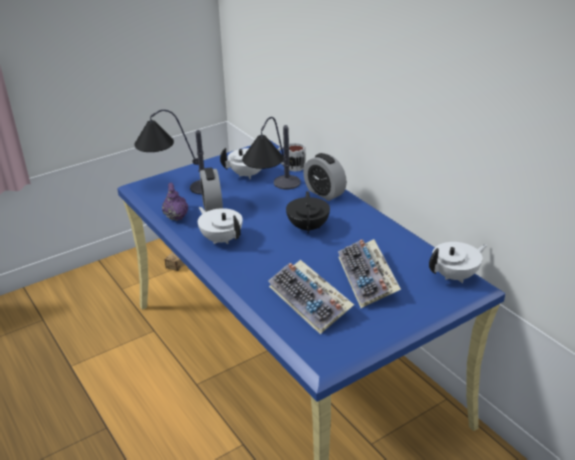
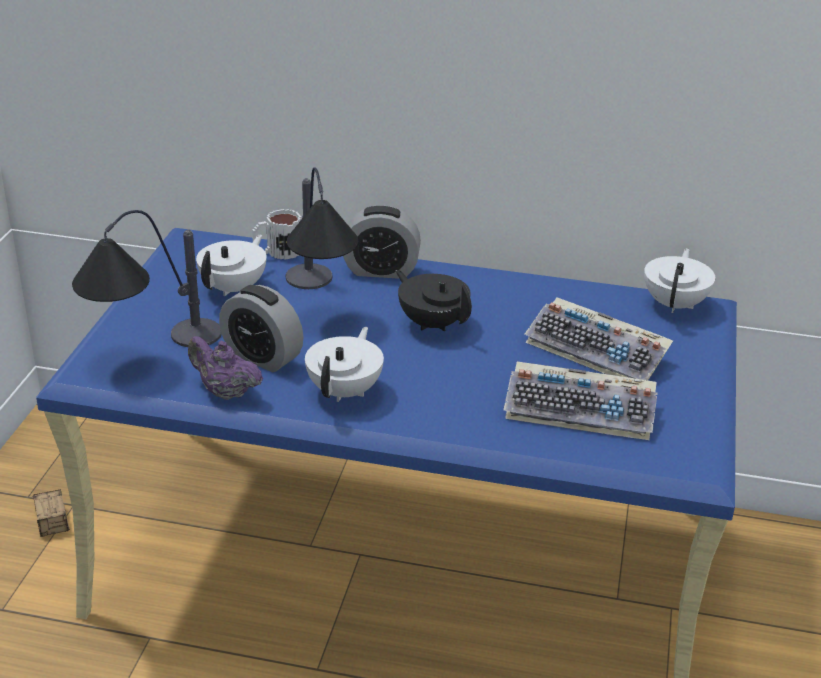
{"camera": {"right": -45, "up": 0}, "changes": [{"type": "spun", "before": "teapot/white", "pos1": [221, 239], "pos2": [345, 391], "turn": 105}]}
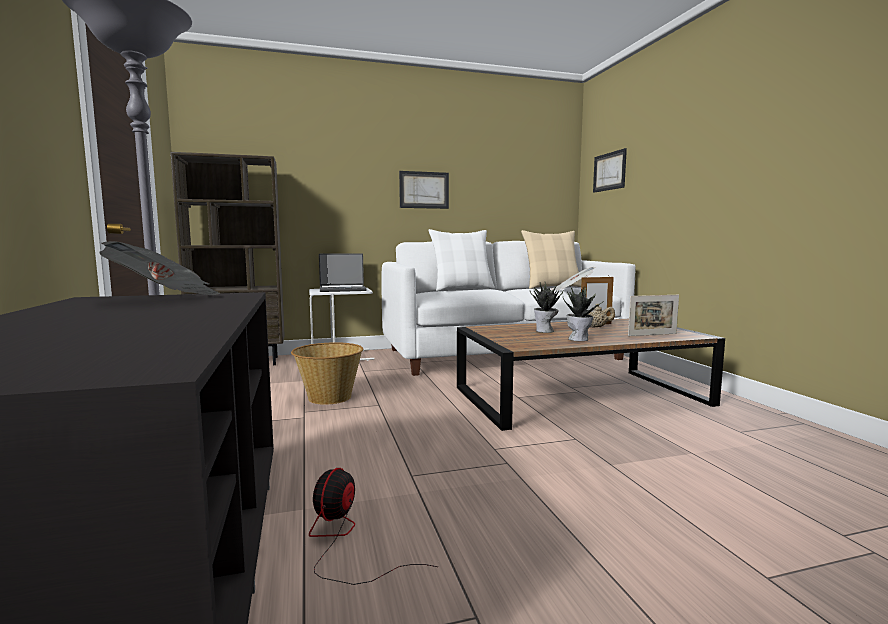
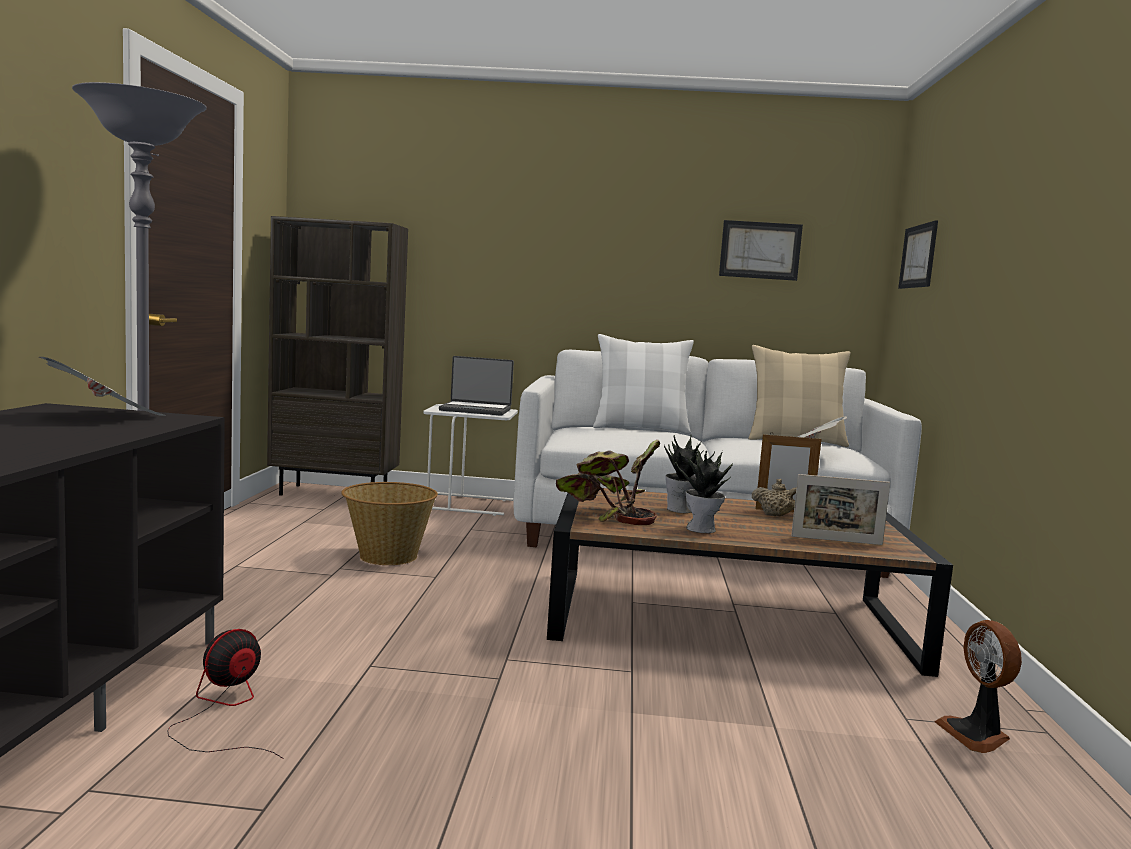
{"camera": {"right": 20, "up": 0}, "changes": [{"type": "relocated", "before": "picture", "pos1": [424, 190], "pos2": [760, 250]}, {"type": "appeared", "after": "potted plant", "pos2": [608, 515]}, {"type": "appeared", "after": "fan", "pos2": [976, 735]}]}
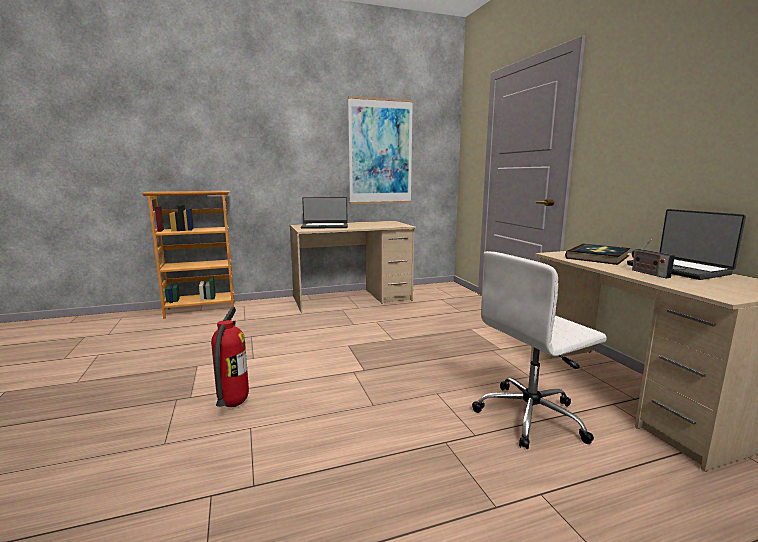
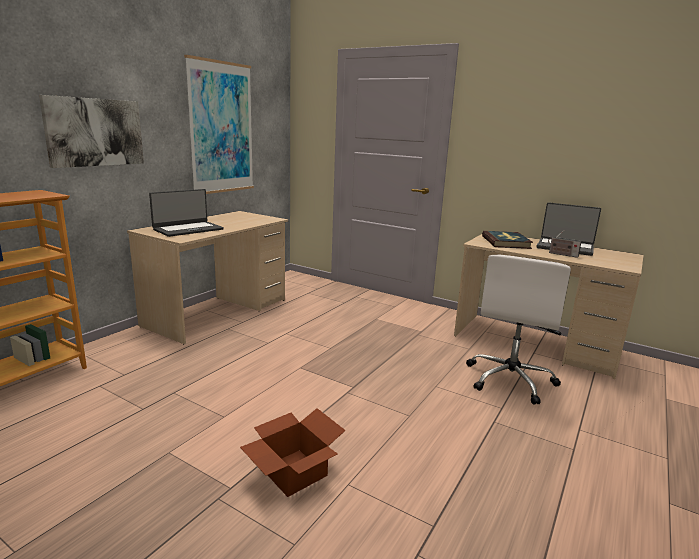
{"camera": {"right": -40, "up": 5}, "changes": [{"type": "exchanged", "before": "fire extinguisher", "after": "cardboard box", "pos1": [233, 404], "pos2": [292, 472]}, {"type": "appeared", "after": "picture", "pos2": [95, 132]}]}
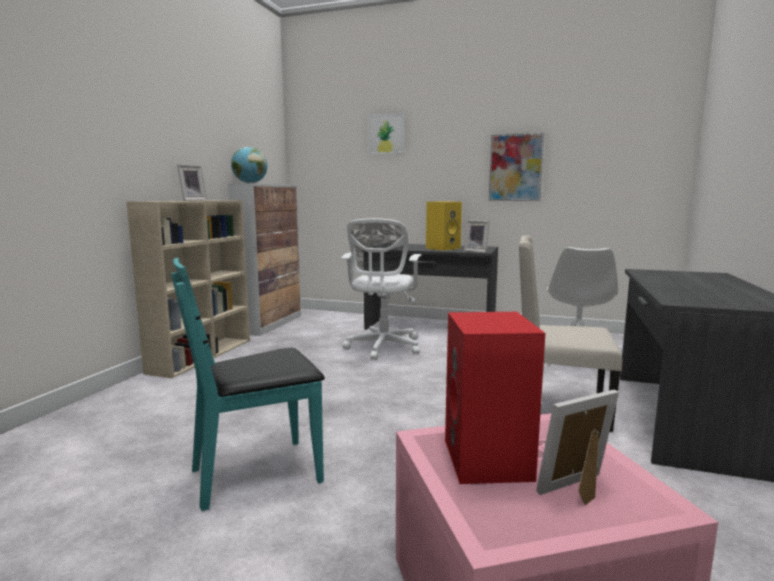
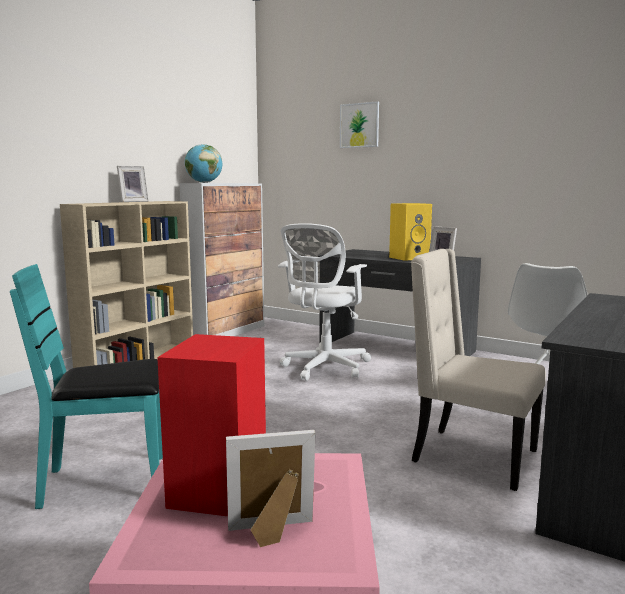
{"camera": {"right": 15, "up": 0}, "changes": [{"type": "missing", "before": "picture", "pos1": [515, 167]}]}
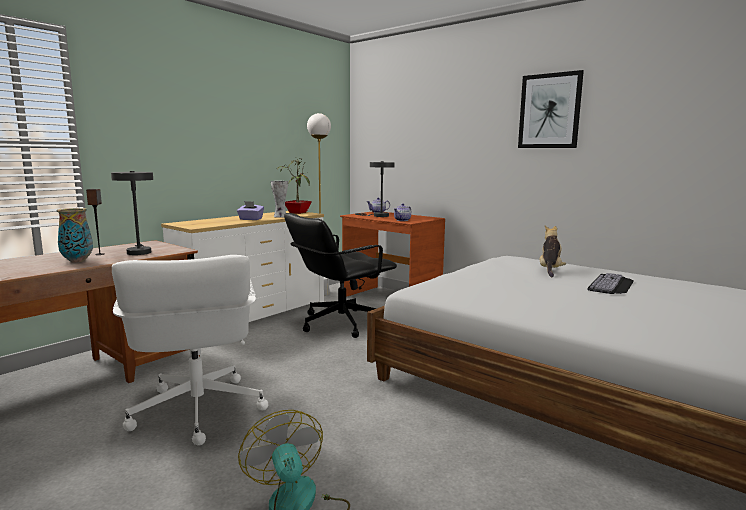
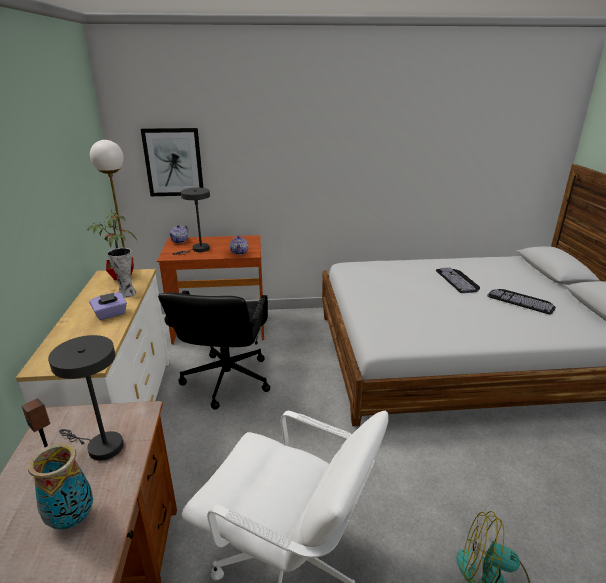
{"camera": {"right": -45, "up": 15}, "changes": [{"type": "relocated", "before": "picture", "pos1": [549, 111], "pos2": [173, 162]}, {"type": "missing", "before": "plush toy", "pos1": [550, 270]}, {"type": "appeared", "after": "keyboard", "pos2": [522, 300]}]}
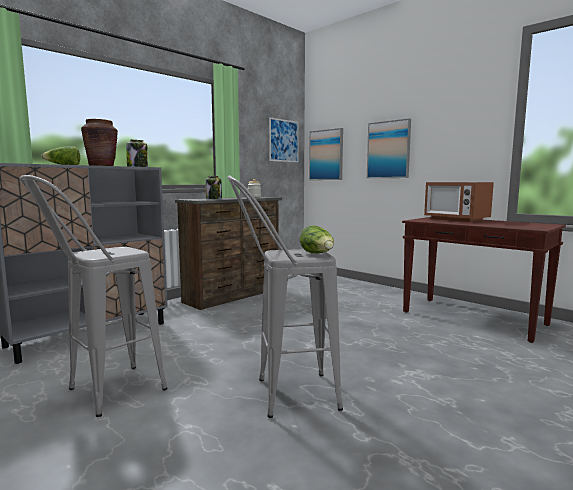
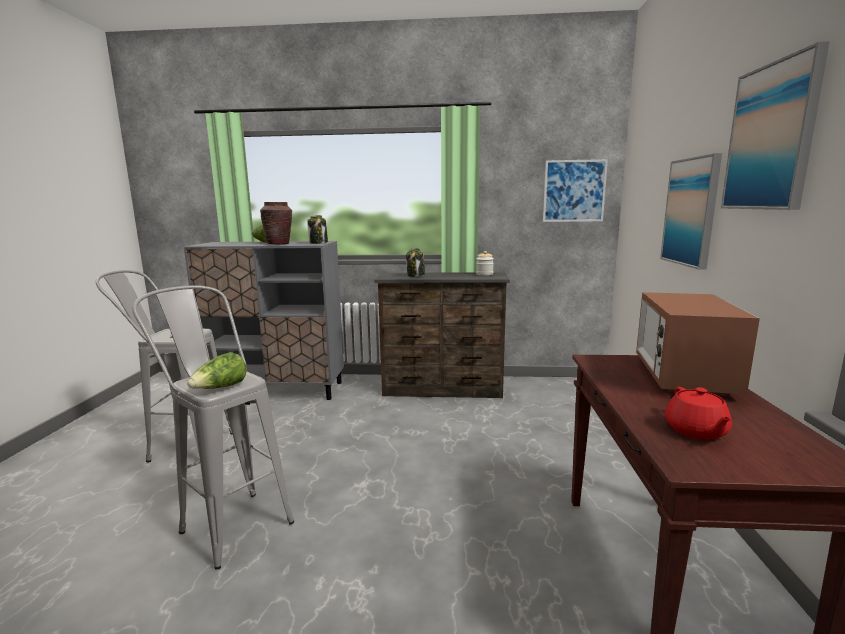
{"camera": {"right": 50, "up": 5}, "changes": [{"type": "relocated", "before": "picture", "pos1": [326, 155], "pos2": [771, 137]}, {"type": "appeared", "after": "teapot/red", "pos2": [696, 431]}]}
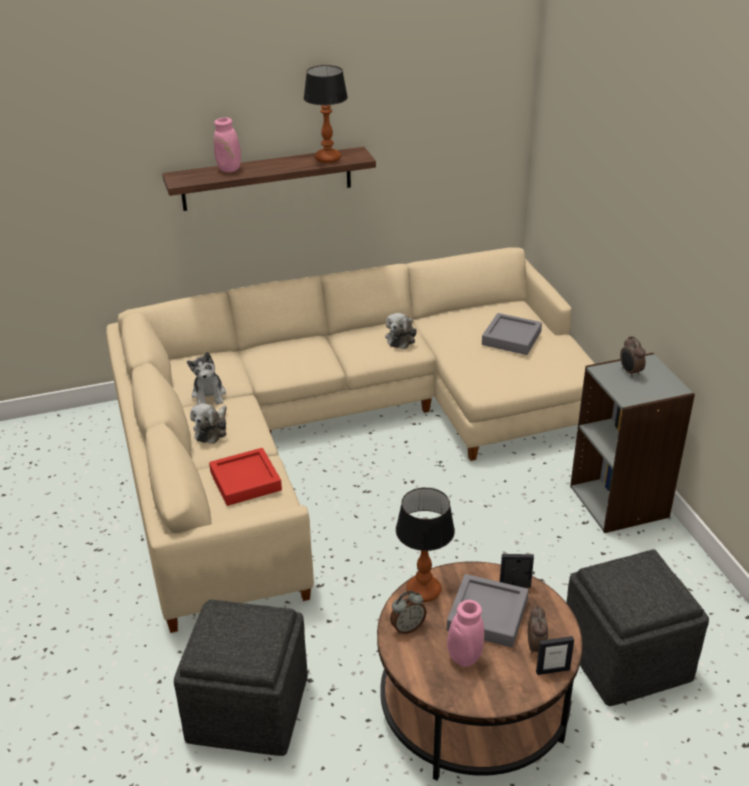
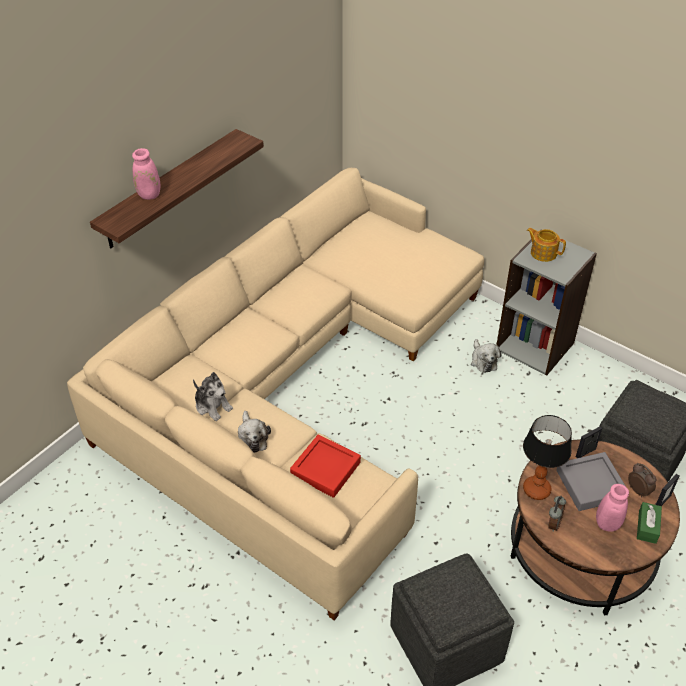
{"camera": {"right": -35, "up": 10}, "changes": [{"type": "missing", "before": "table lamp", "pos1": [328, 159]}, {"type": "relocated", "before": "plush toy", "pos1": [401, 338], "pos2": [483, 360]}, {"type": "missing", "before": "tray/grey", "pos1": [511, 338]}, {"type": "exchanged", "before": "alarm clock", "after": "teapot", "pos1": [630, 372], "pos2": [543, 253]}, {"type": "appeared", "after": "tissue box/green", "pos2": [647, 527]}]}
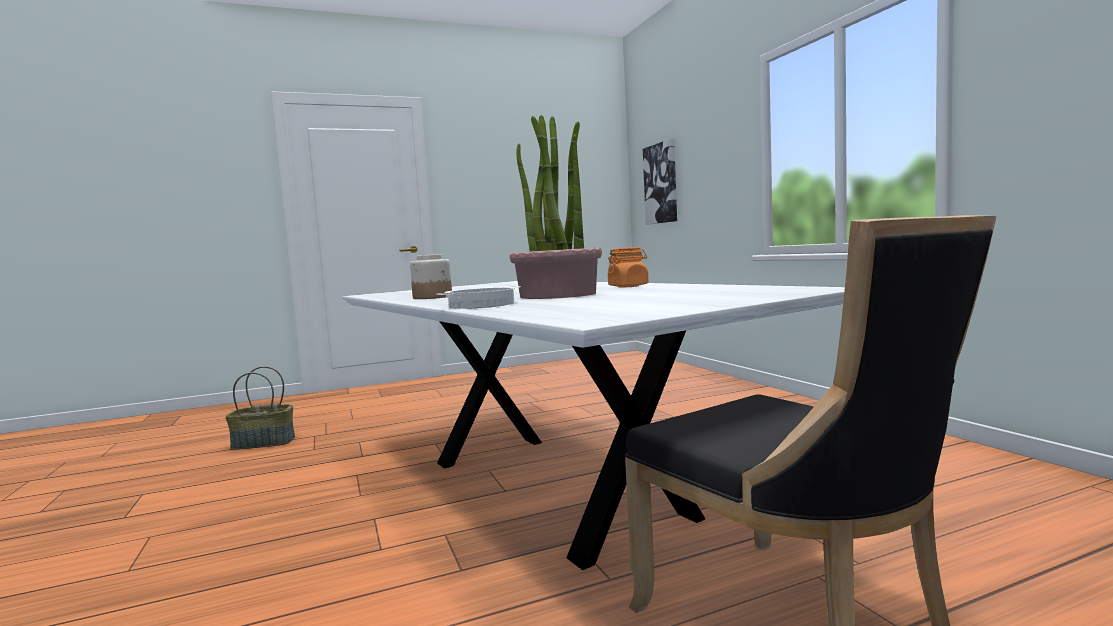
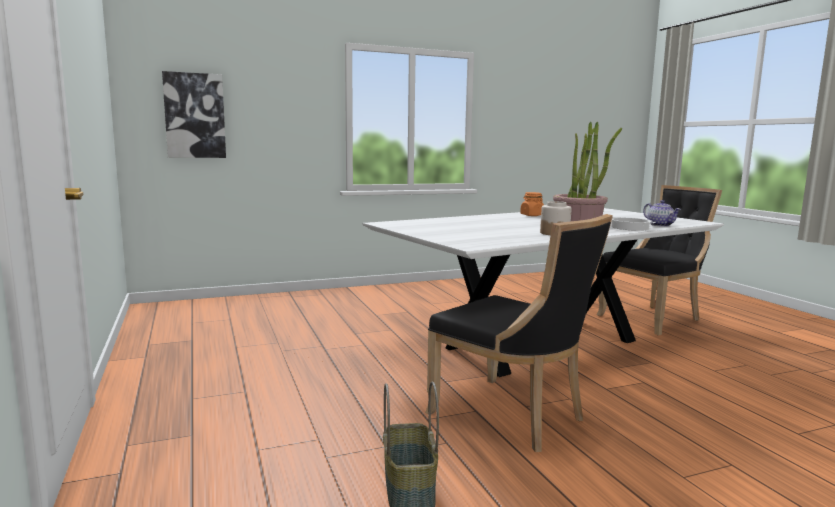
{"camera": {"right": -90, "up": 5}, "changes": [{"type": "appeared", "after": "chair/black", "pos2": [512, 416]}, {"type": "appeared", "after": "teapot", "pos2": [660, 225]}]}
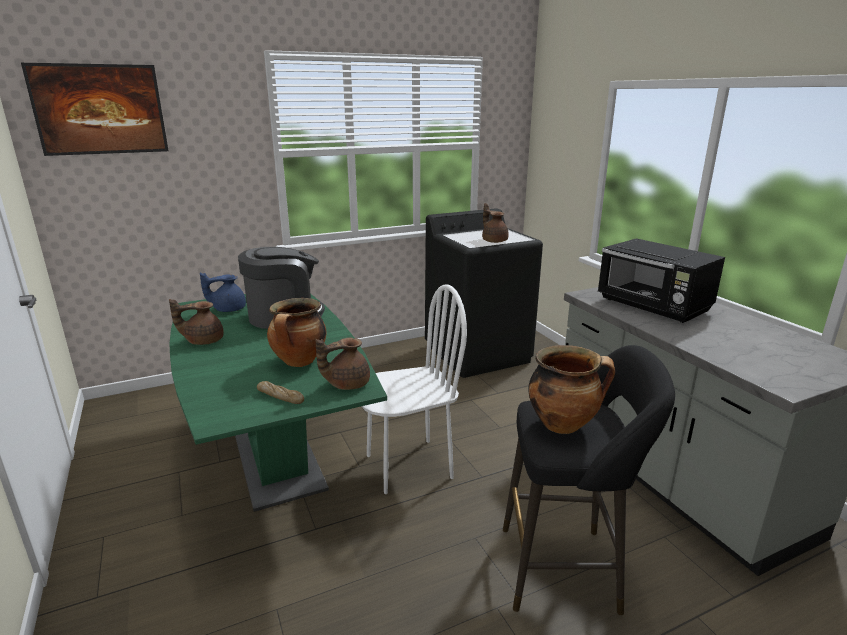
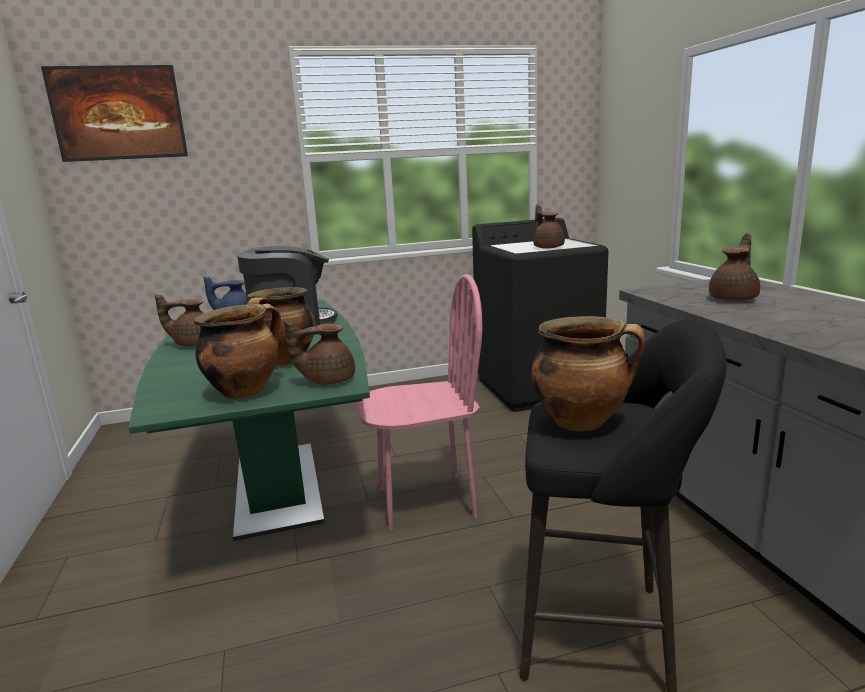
{"camera": {"right": 10, "up": -5}, "changes": [{"type": "exchanged", "before": "bread", "after": "cooking pot", "pos1": [280, 397], "pos2": [245, 391]}, {"type": "colour", "before": "chair/white", "after": "chair/pink", "pos1": [408, 466], "pos2": [425, 501]}, {"type": "exchanged", "before": "microwave/black", "after": "teapot/brown", "pos1": [653, 306], "pos2": [734, 299]}]}
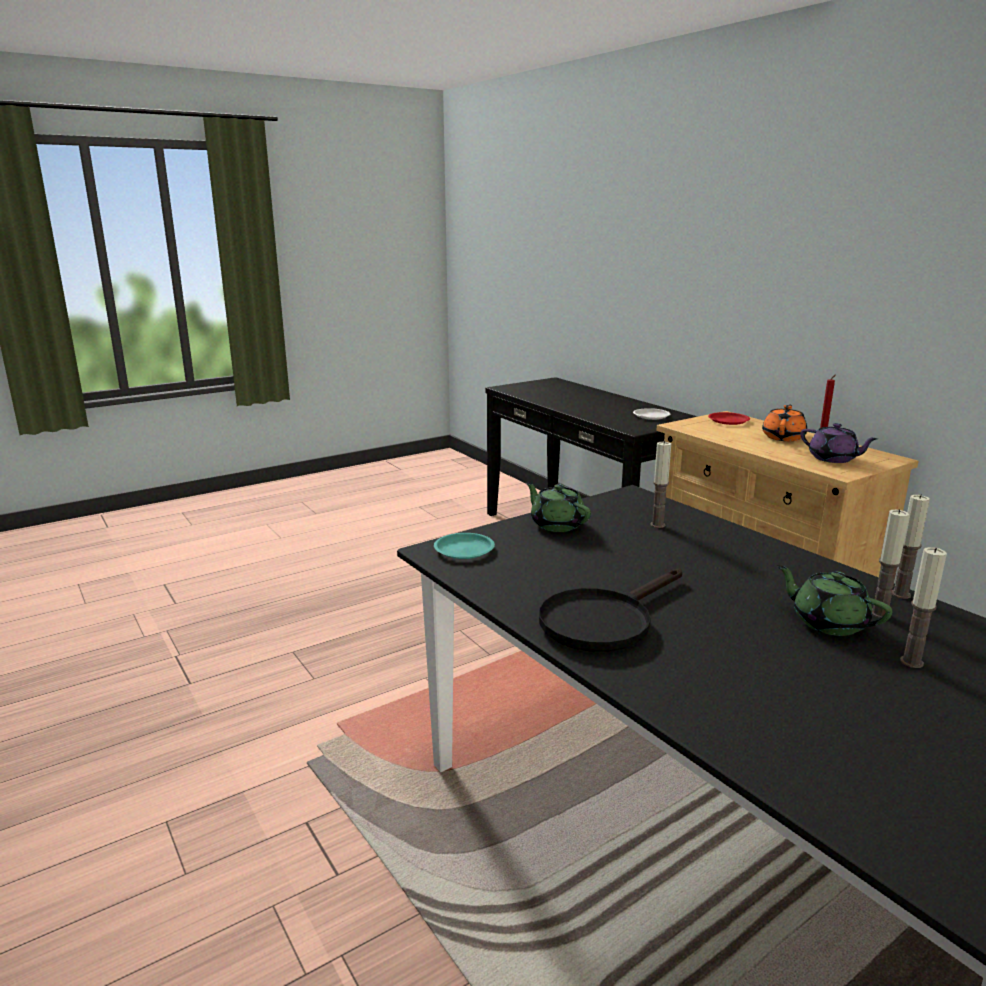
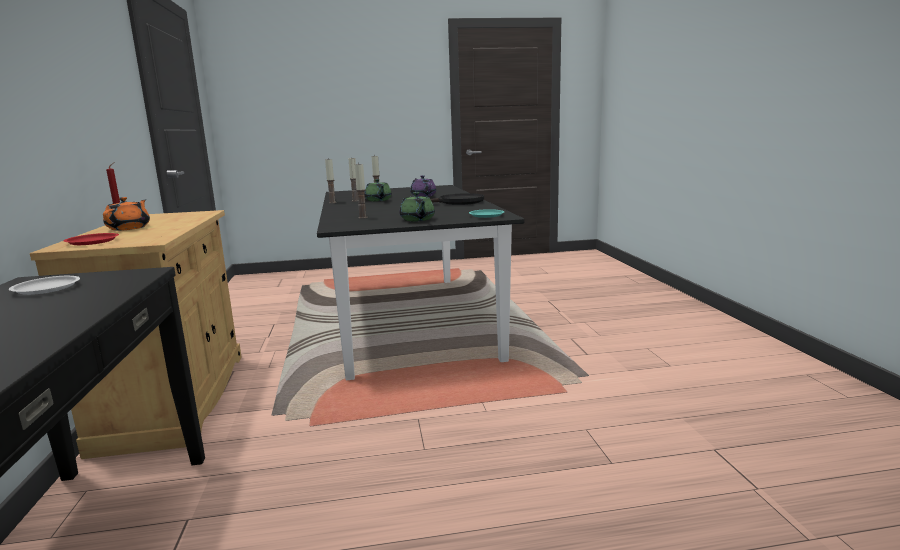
{"camera": {"right": -155, "up": -5}, "changes": [{"type": "spun", "before": "teapot/orange", "pos1": [783, 437], "pos2": [129, 228], "turn": 135}, {"type": "relocated", "before": "teapot/purple", "pos1": [833, 459], "pos2": [423, 196]}]}
